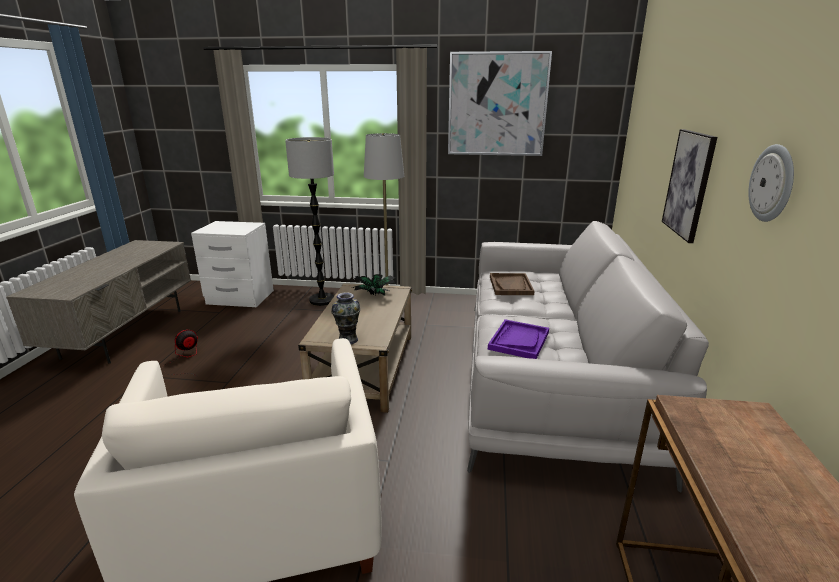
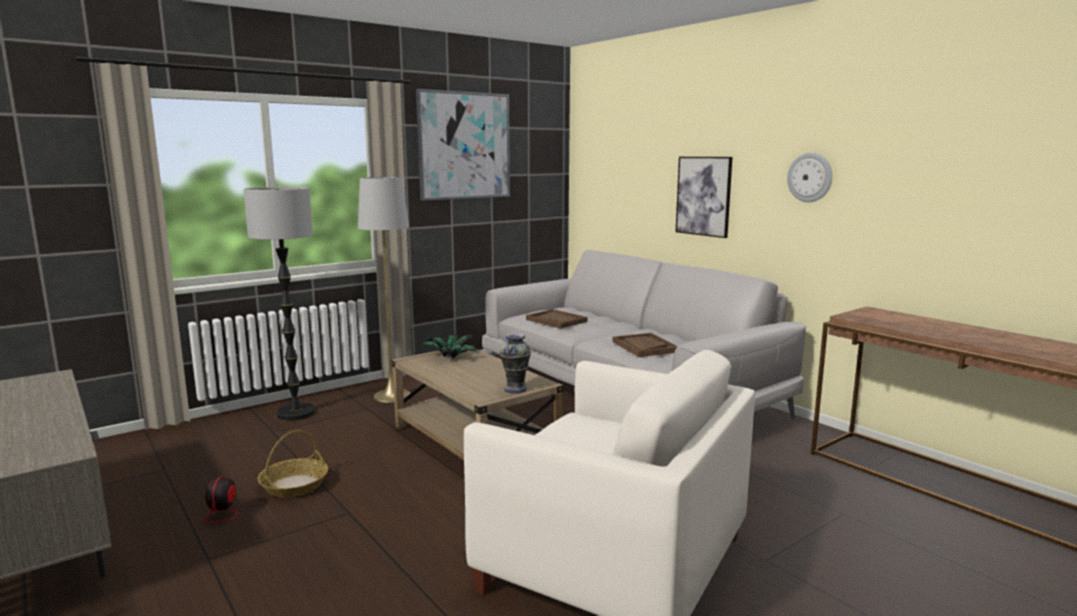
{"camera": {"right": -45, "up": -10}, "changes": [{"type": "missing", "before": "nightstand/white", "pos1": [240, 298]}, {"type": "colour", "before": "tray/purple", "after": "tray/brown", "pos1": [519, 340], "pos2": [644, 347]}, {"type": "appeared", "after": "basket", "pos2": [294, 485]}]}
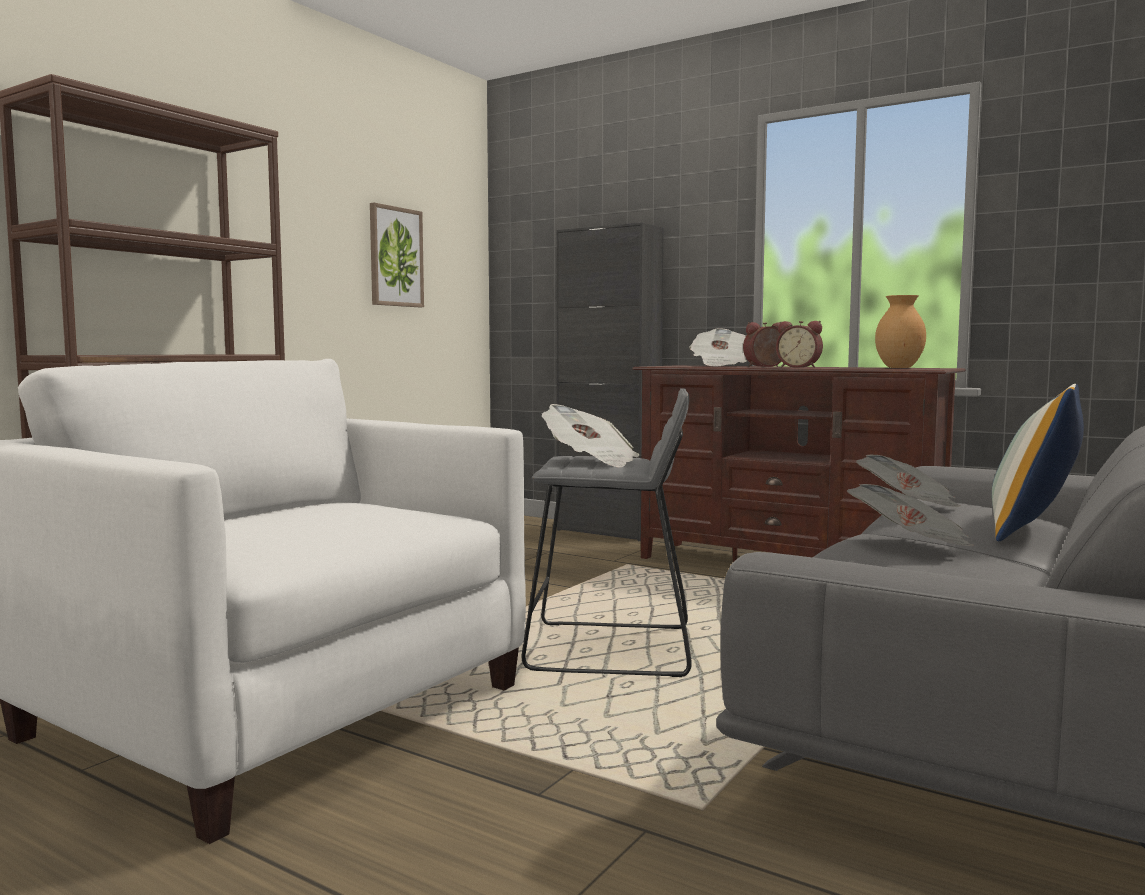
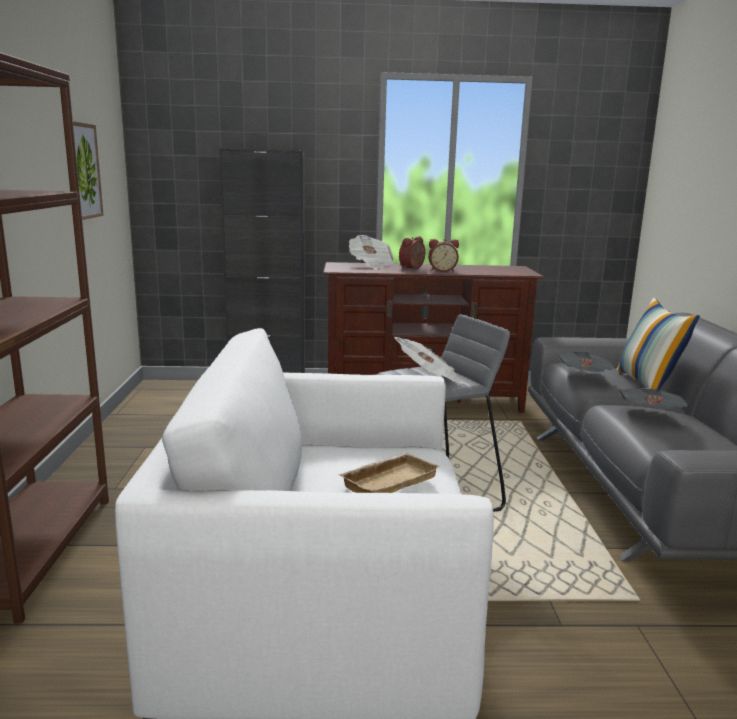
{"camera": {"right": -35, "up": 10}, "changes": [{"type": "missing", "before": "vase/brown", "pos1": [898, 368]}, {"type": "appeared", "after": "tray/beige", "pos2": [388, 480]}]}
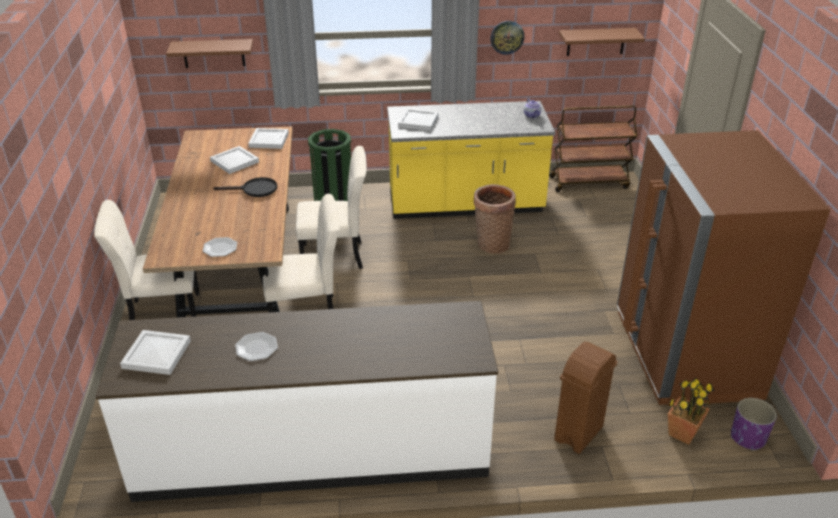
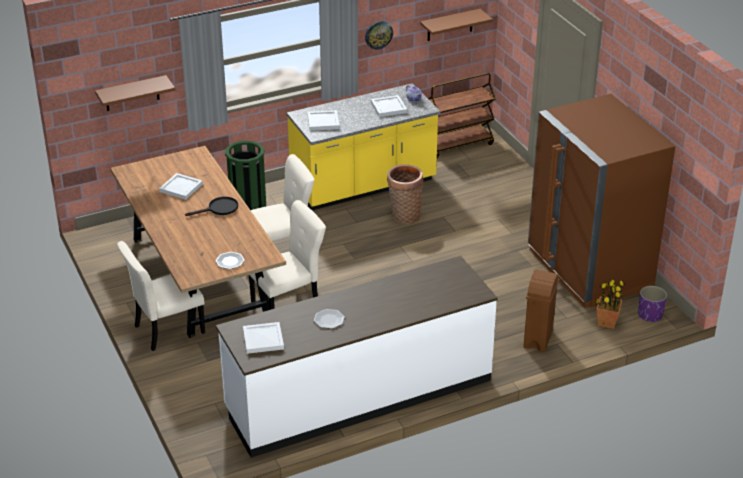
{"camera": {"right": -20, "up": 0}, "changes": [{"type": "relocated", "before": "tray/white", "pos1": [268, 140], "pos2": [388, 108]}]}
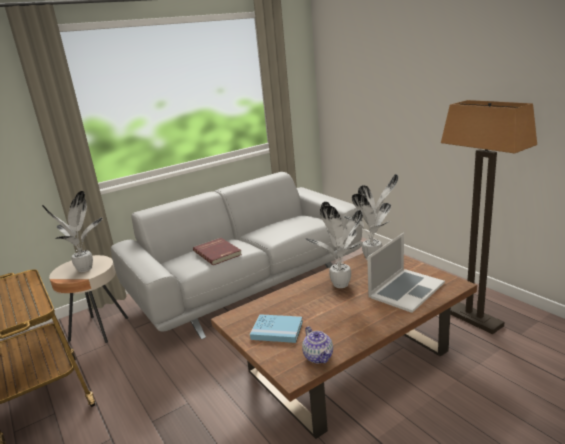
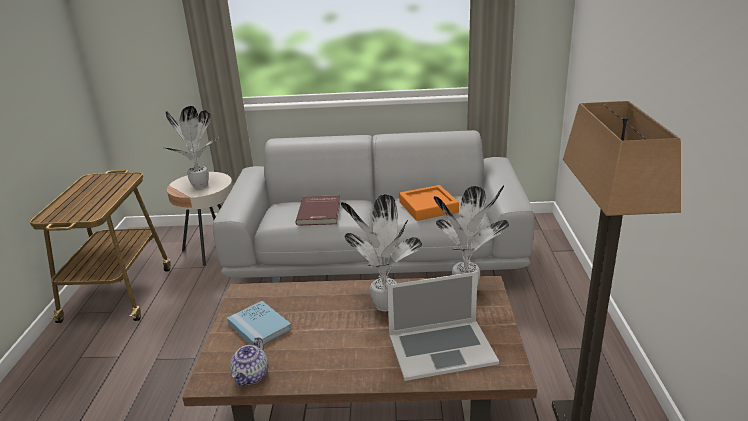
{"camera": {"right": 35, "up": 5}, "changes": [{"type": "appeared", "after": "tray/orange", "pos2": [428, 207]}]}
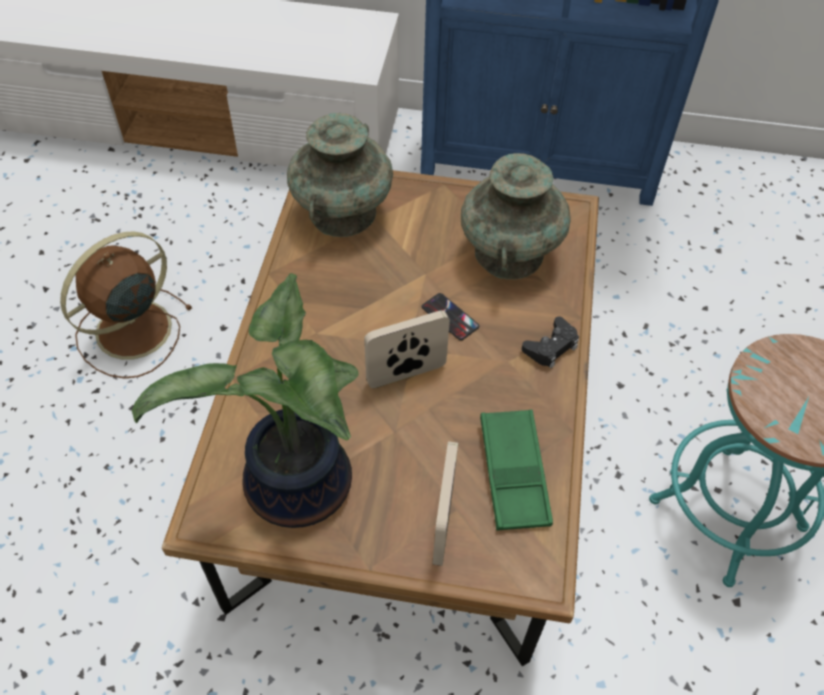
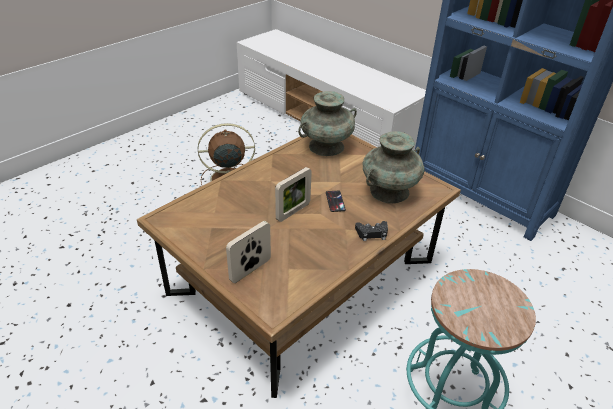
{"camera": {"right": 35, "up": -15}, "changes": [{"type": "missing", "before": "potted plant", "pos1": [296, 490]}, {"type": "spun", "before": "picture frame", "pos1": [406, 374], "pos2": [293, 212], "turn": 120}, {"type": "missing", "before": "tray/green", "pos1": [514, 473]}]}
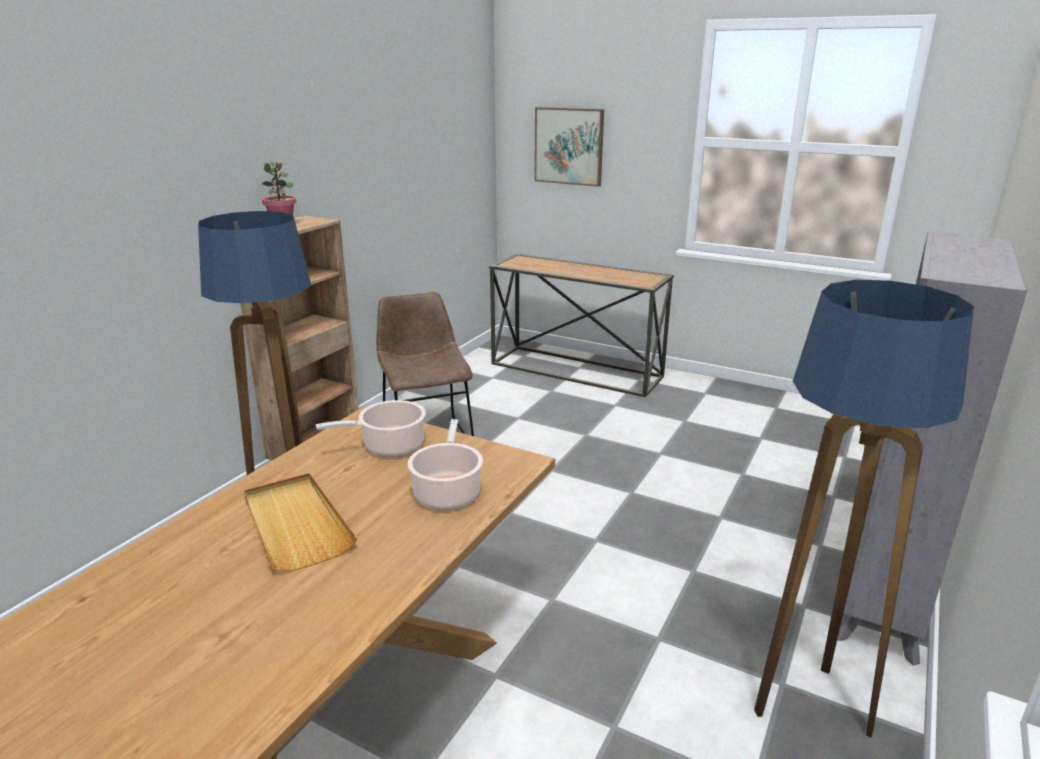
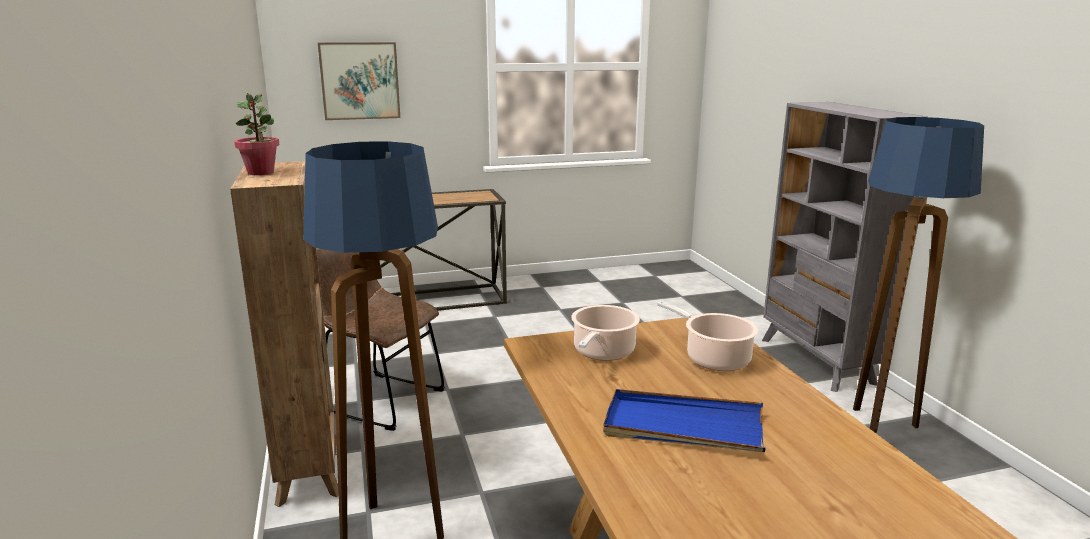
{"camera": {"right": -45, "up": -5}, "changes": [{"type": "colour", "before": "tray/beige", "after": "tray/blue", "pos1": [296, 524], "pos2": [683, 426]}]}
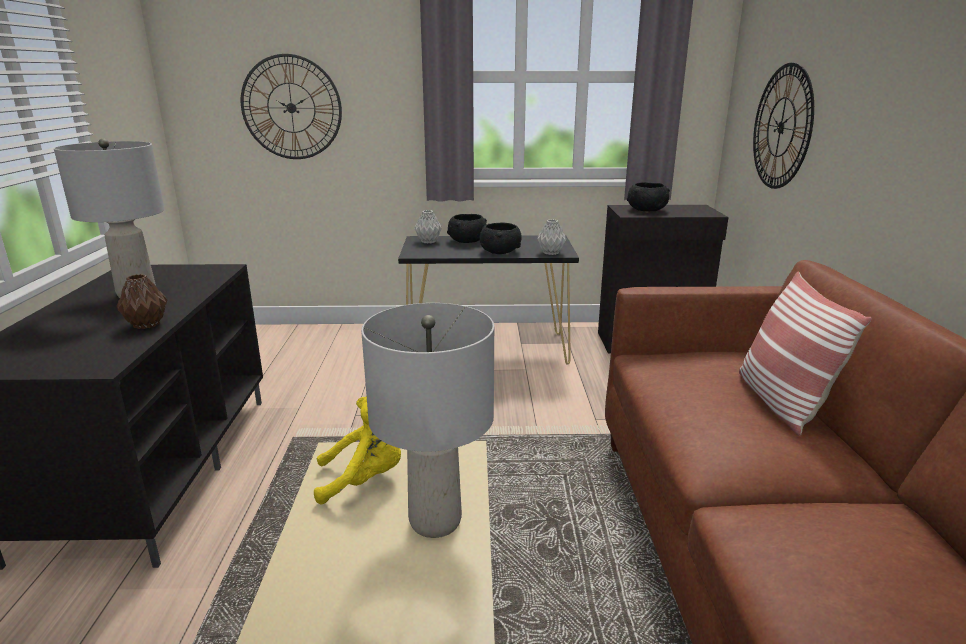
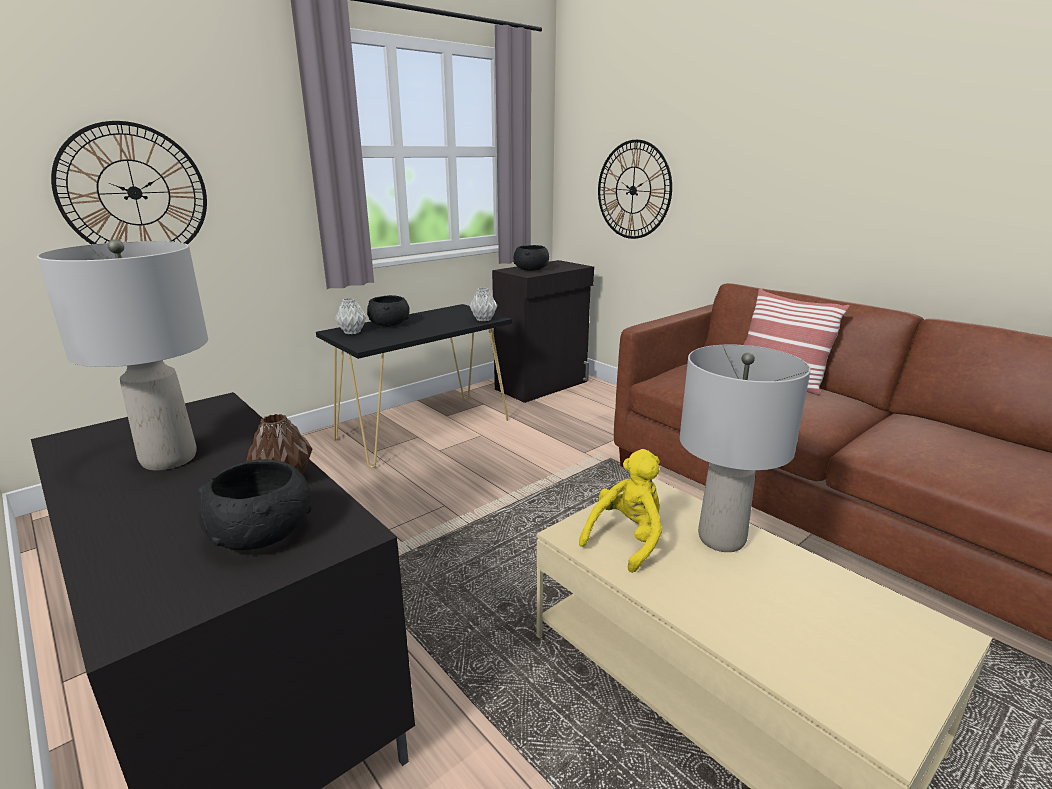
{"camera": {"right": -40, "up": 0}, "changes": [{"type": "relocated", "before": "bowl/black", "pos1": [500, 251], "pos2": [261, 533]}]}
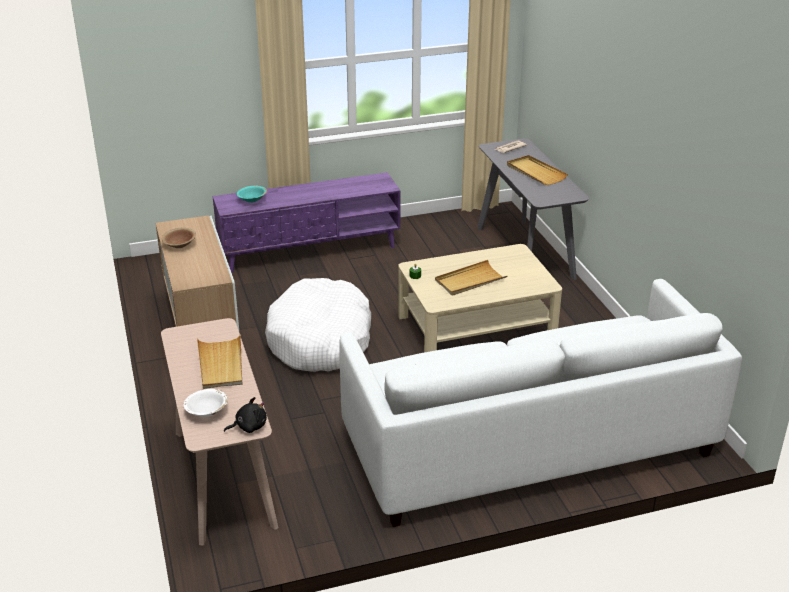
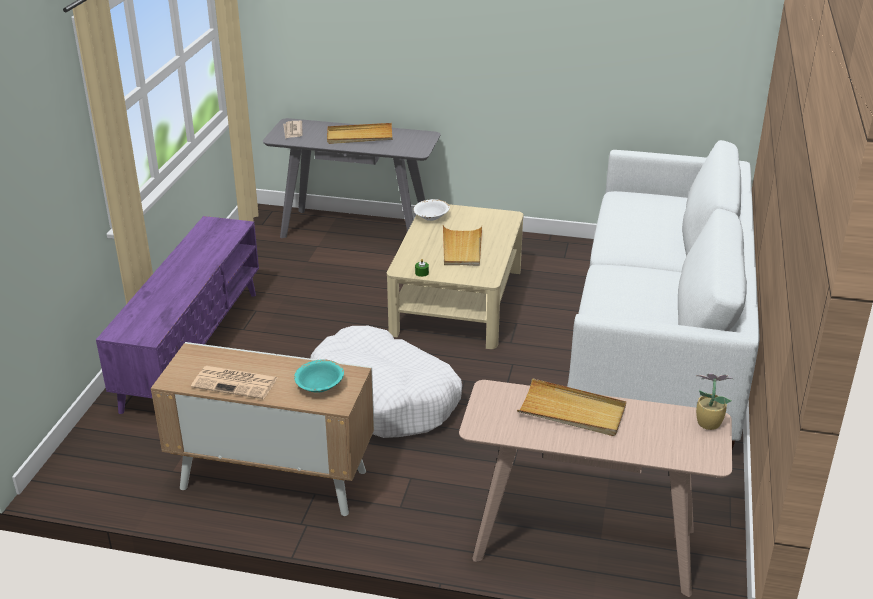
{"camera": {"right": -60, "up": 0}, "changes": [{"type": "exchanged", "before": "bowl/brown", "after": "newspaper", "pos1": [179, 245], "pos2": [236, 383]}, {"type": "relocated", "before": "bowl/white", "pos1": [206, 411], "pos2": [431, 217]}, {"type": "exchanged", "before": "plush toy/black", "after": "potted plant", "pos1": [249, 426], "pos2": [707, 423]}, {"type": "relocated", "before": "bowl/turquoise", "pos1": [252, 200], "pos2": [319, 386]}]}
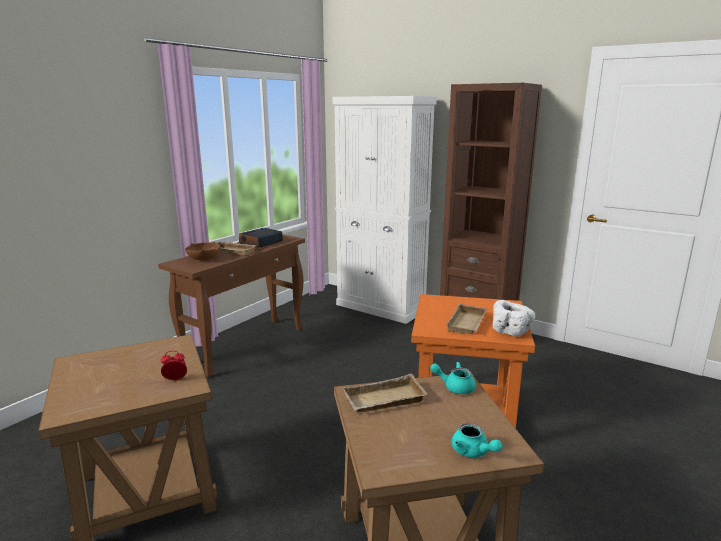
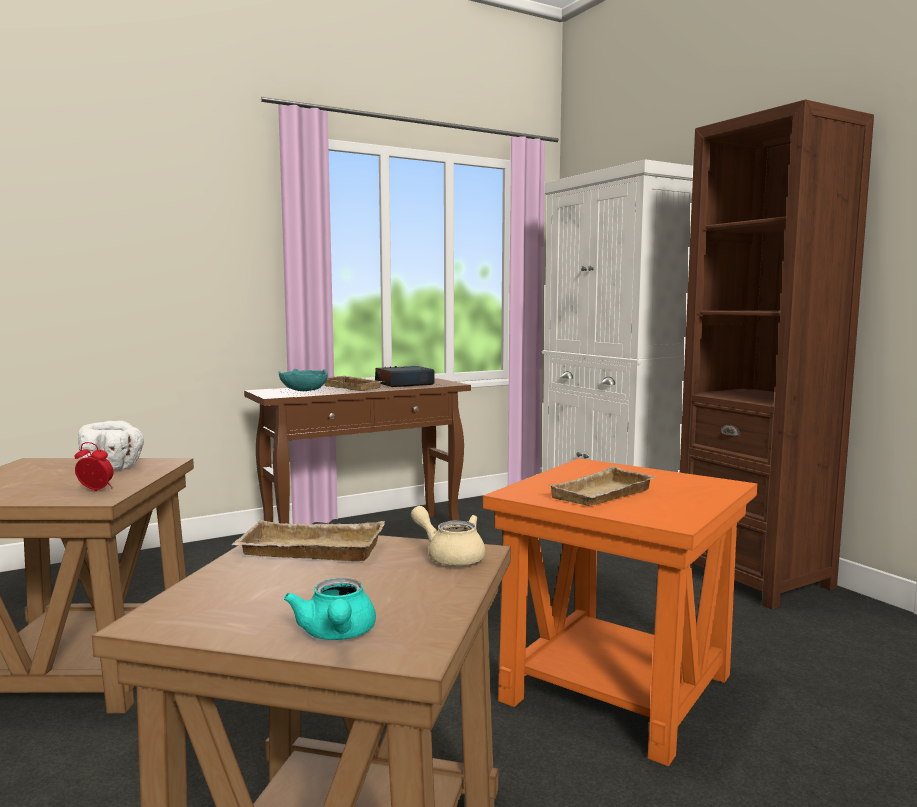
{"camera": {"right": 25, "up": -10}, "changes": [{"type": "colour", "before": "bowl/brown", "after": "bowl/turquoise", "pos1": [204, 259], "pos2": [304, 390]}, {"type": "colour", "before": "teapot/turquoise", "after": "teapot/beige", "pos1": [454, 387], "pos2": [450, 556]}, {"type": "relocated", "before": "bowl/white", "pos1": [511, 331], "pos2": [112, 468]}]}
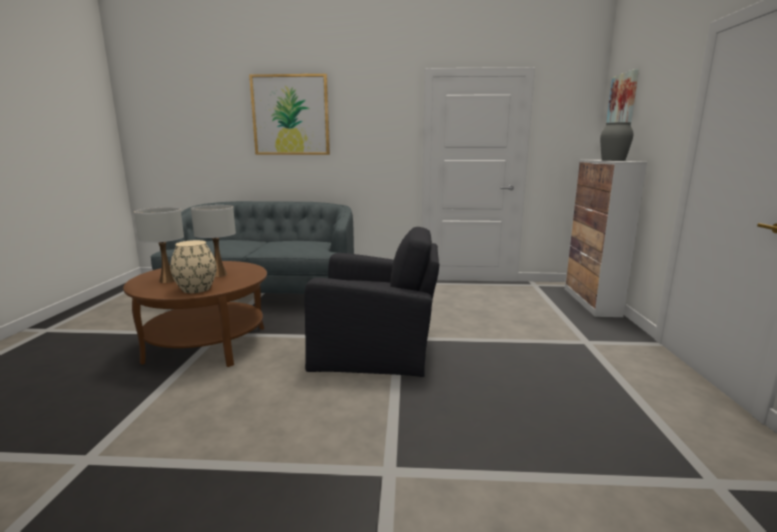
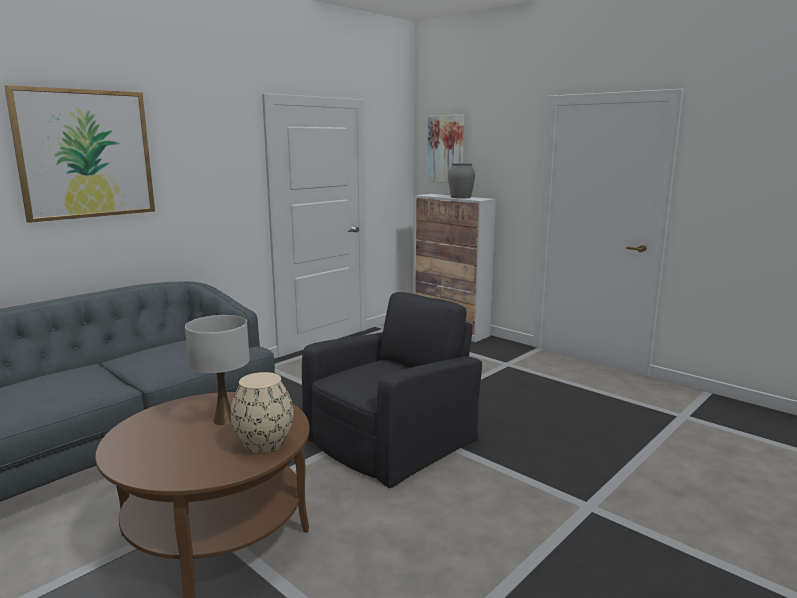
{"camera": {"right": -50, "up": 0}, "changes": [{"type": "missing", "before": "table lamp/white", "pos1": [167, 280]}]}
